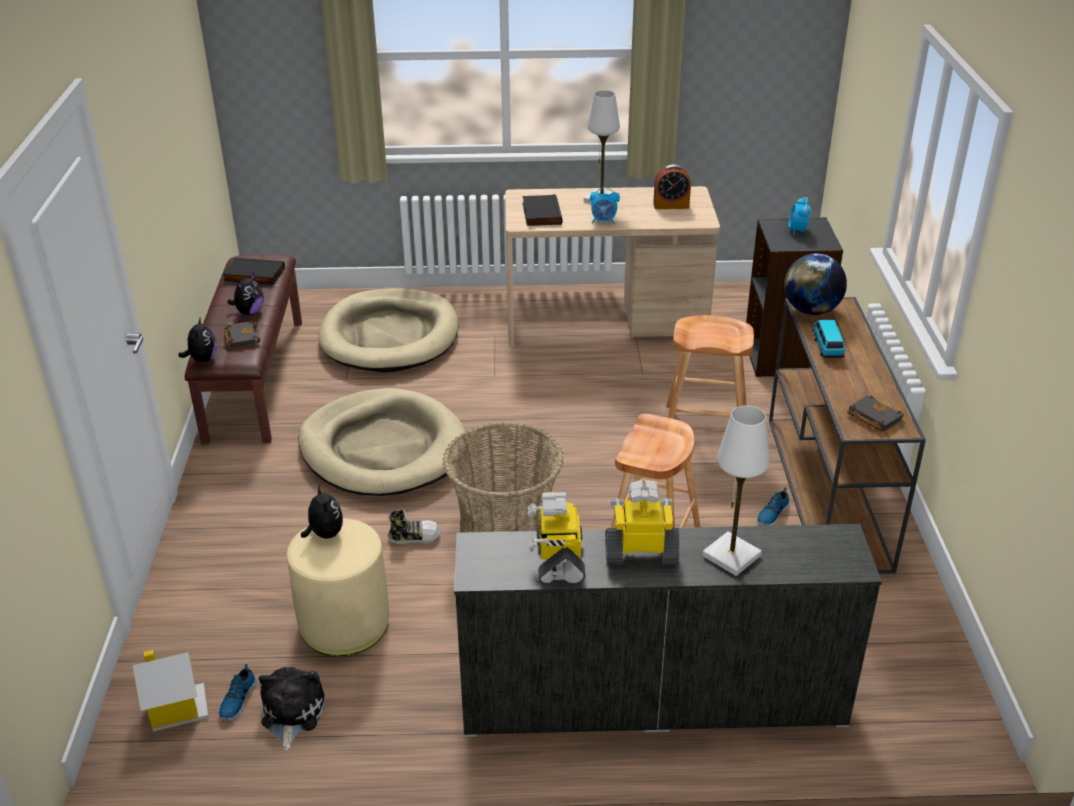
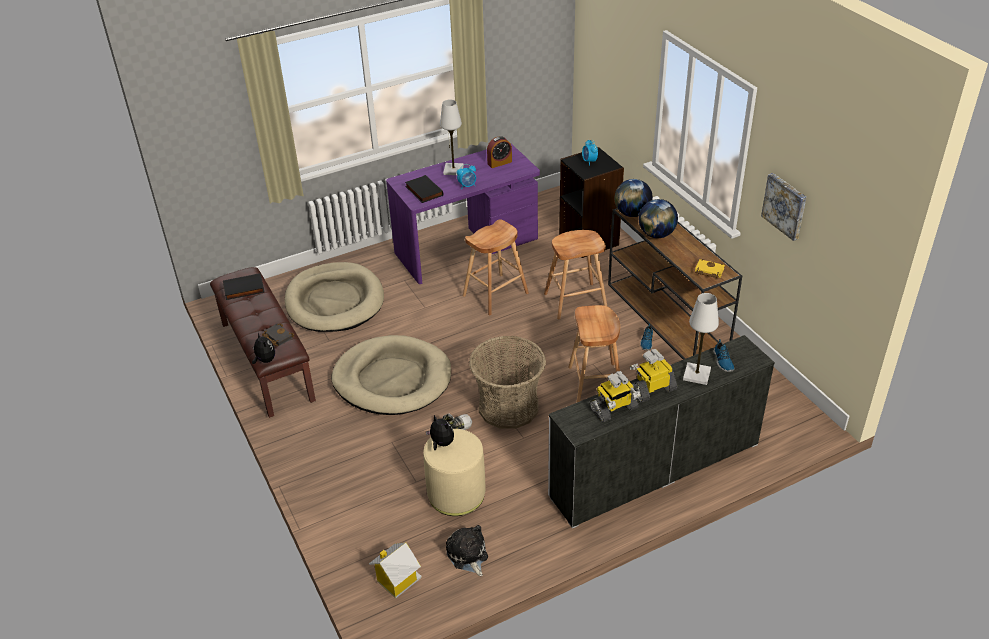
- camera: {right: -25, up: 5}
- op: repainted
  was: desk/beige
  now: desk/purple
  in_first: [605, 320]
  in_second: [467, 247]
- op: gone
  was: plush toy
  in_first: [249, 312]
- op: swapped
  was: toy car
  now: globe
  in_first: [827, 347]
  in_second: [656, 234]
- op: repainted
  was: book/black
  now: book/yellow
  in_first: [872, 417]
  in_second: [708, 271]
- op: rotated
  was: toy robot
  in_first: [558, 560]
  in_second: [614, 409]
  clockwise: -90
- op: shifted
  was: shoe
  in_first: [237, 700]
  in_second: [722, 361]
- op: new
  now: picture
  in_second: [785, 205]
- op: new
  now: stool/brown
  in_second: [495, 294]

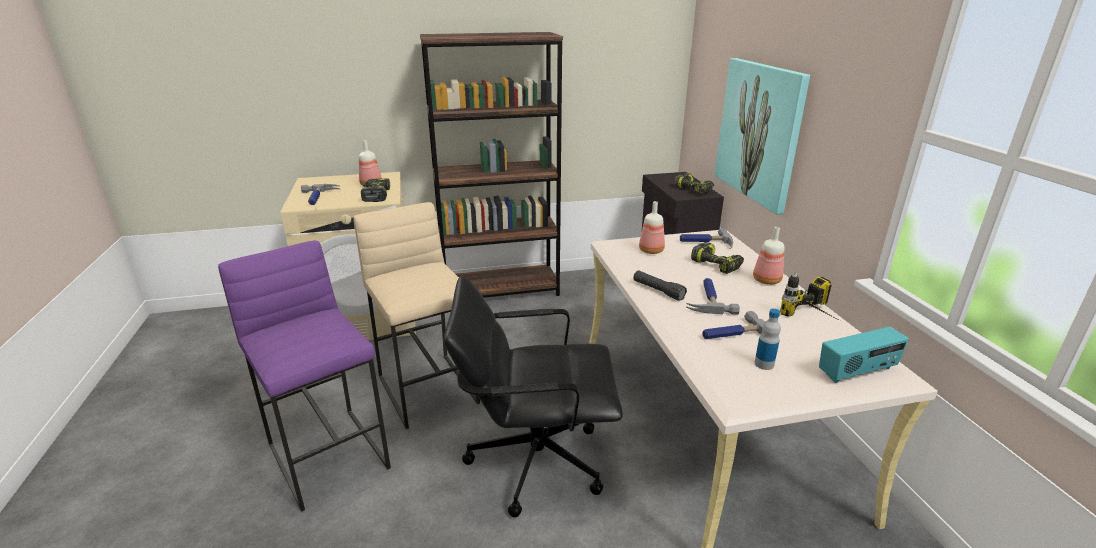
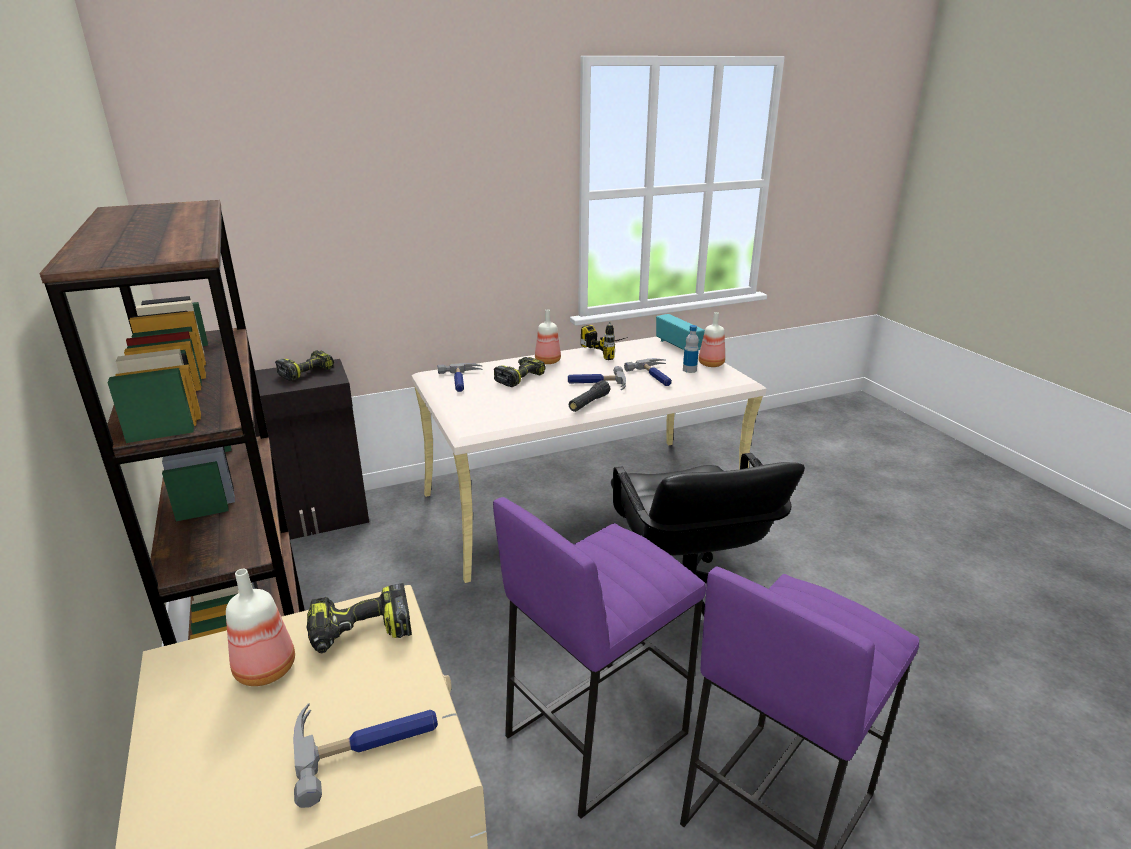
- camera: {right: -100, up: 0}
- op: gone
  was: picture
  in_first: [759, 132]
- op: shifted
  was: bottle
  in_first: [651, 250]
  in_second: [710, 364]
- op: repainted
  was: stool/beige
  now: stool/purple
  in_first: [429, 389]
  in_second: [595, 733]

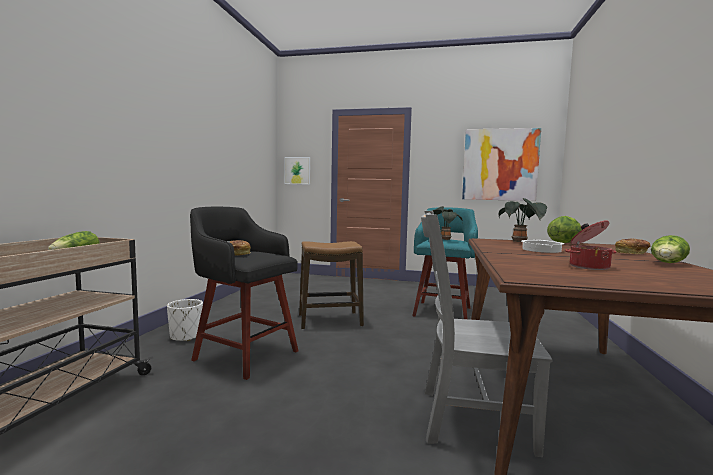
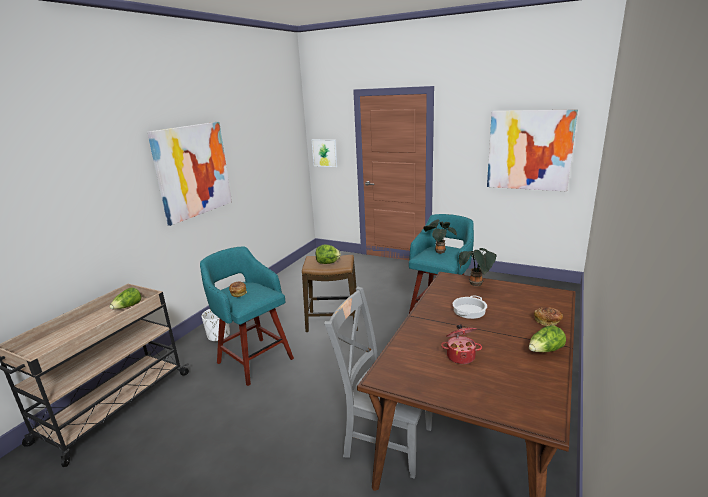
- camera: {right: 15, up: 15}
- op: repainted
  was: stool/black
  now: stool/turquoise
  in_first: [244, 354]
  in_second: [254, 359]
- op: shifted
  was: lettuce
  in_first: [564, 243]
  in_second: [328, 263]
- op: new
  now: picture
  in_second: [193, 171]

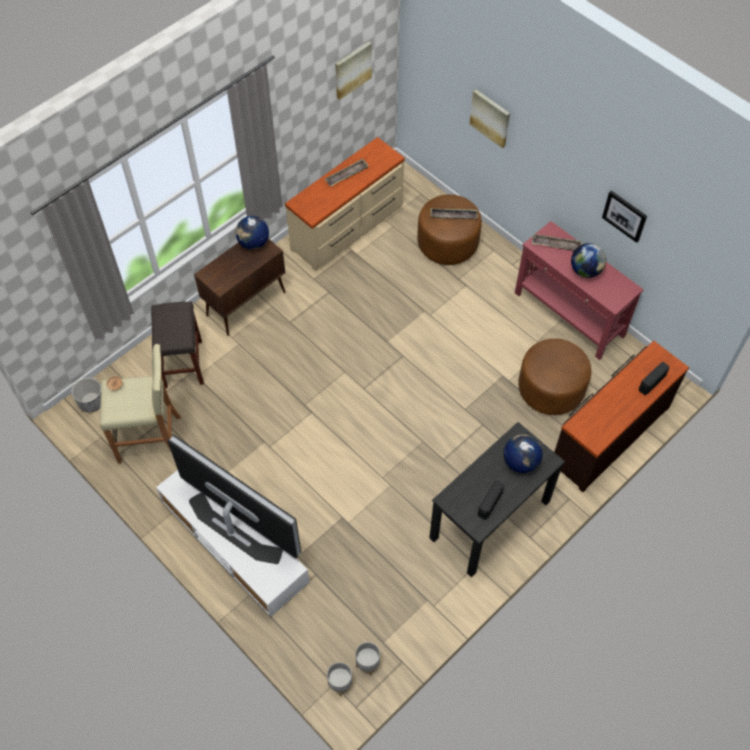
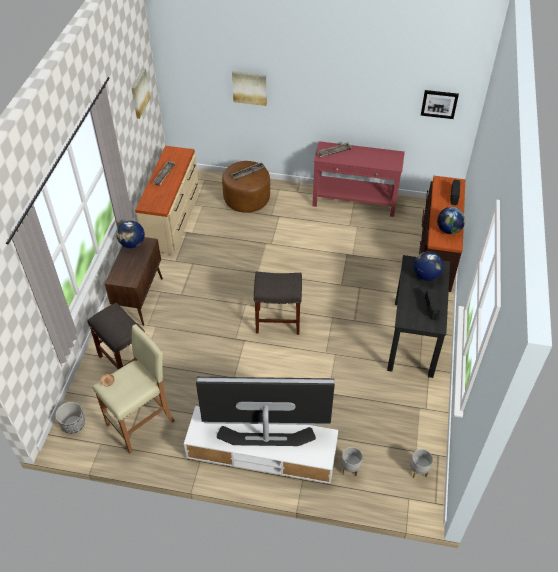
- camera: {right: -35, up: -10}
- op: shifted
  was: picture
  in_first: [625, 215]
  in_second: [439, 104]
- op: shifted
  was: globe
  in_first: [585, 270]
  in_second: [448, 230]
- op: gone
  was: ottoman/brown
  in_first: [551, 389]
- op: shifted
  was: planter/grey
  in_first: [340, 684]
  in_second: [350, 469]
- op: new
  now: stool/grey
  in_second: [277, 321]

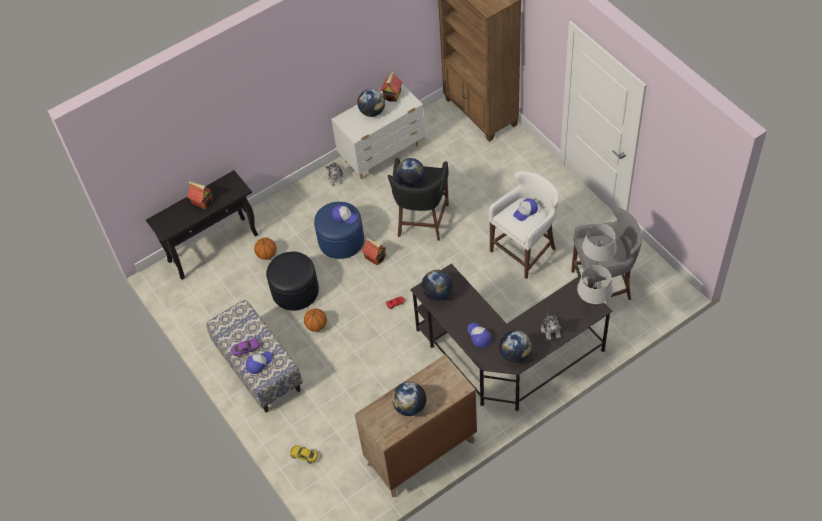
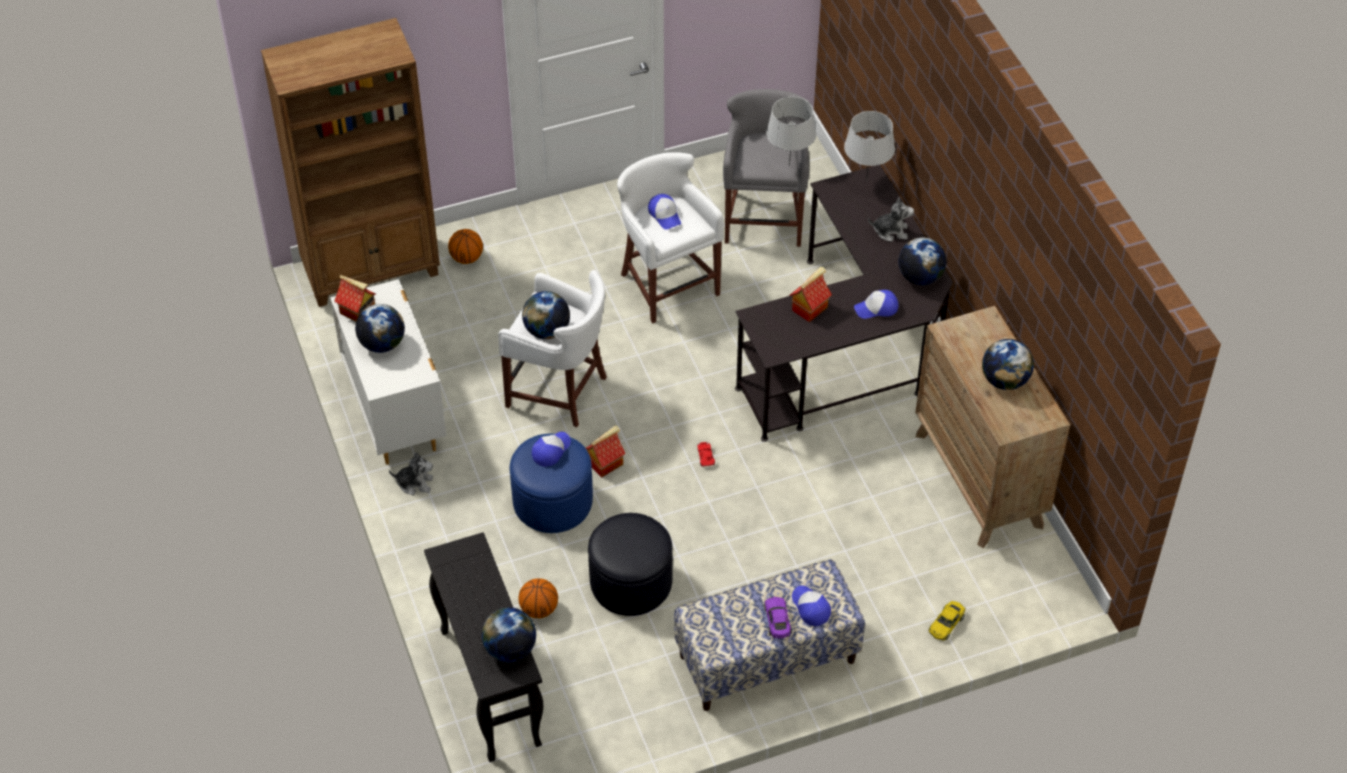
- camera: {right: -80, up: -5}
- op: repainted
  was: stool/black
  now: stool/white
  in_first: [421, 221]
  in_second: [560, 391]
- op: shifted
  was: toy house
  in_first: [202, 201]
  in_second: [809, 308]
- op: shifted
  was: globe
  in_first: [437, 293]
  in_second: [510, 649]
- op: shifted
  was: basketball
  in_first: [316, 326]
  in_second: [466, 258]

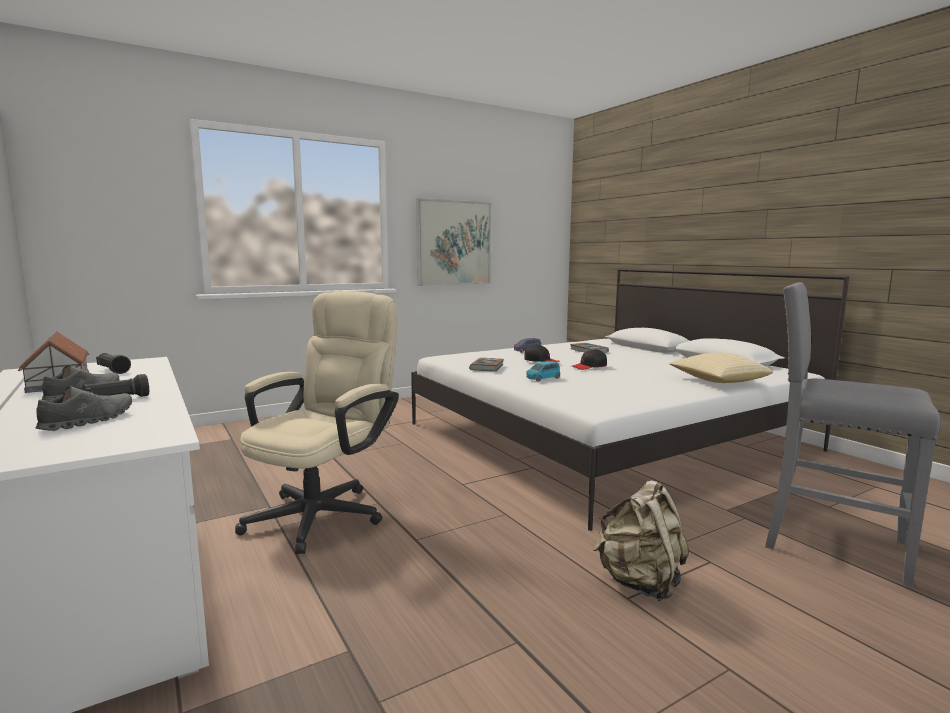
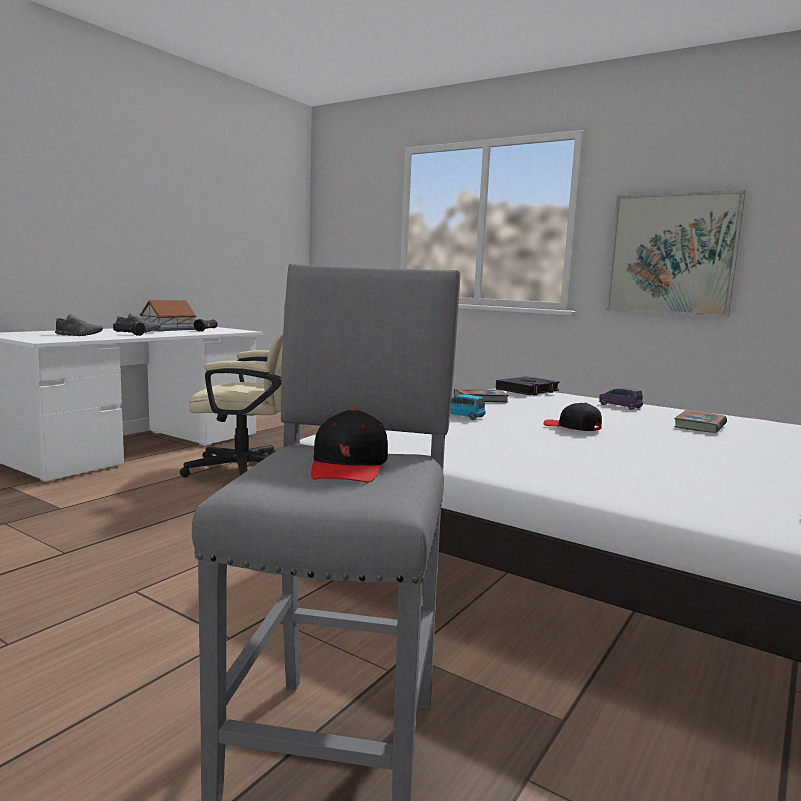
- camera: {right: 65, up: 0}
- op: shifted
  was: cap/black
  in_first: [541, 361]
  in_second: [349, 466]
- op: gone
  was: pillow
  in_first: [718, 381]
- op: gone
  was: backpack/beige
  in_first: [640, 582]
- op: new
  now: book
  in_second: [527, 390]

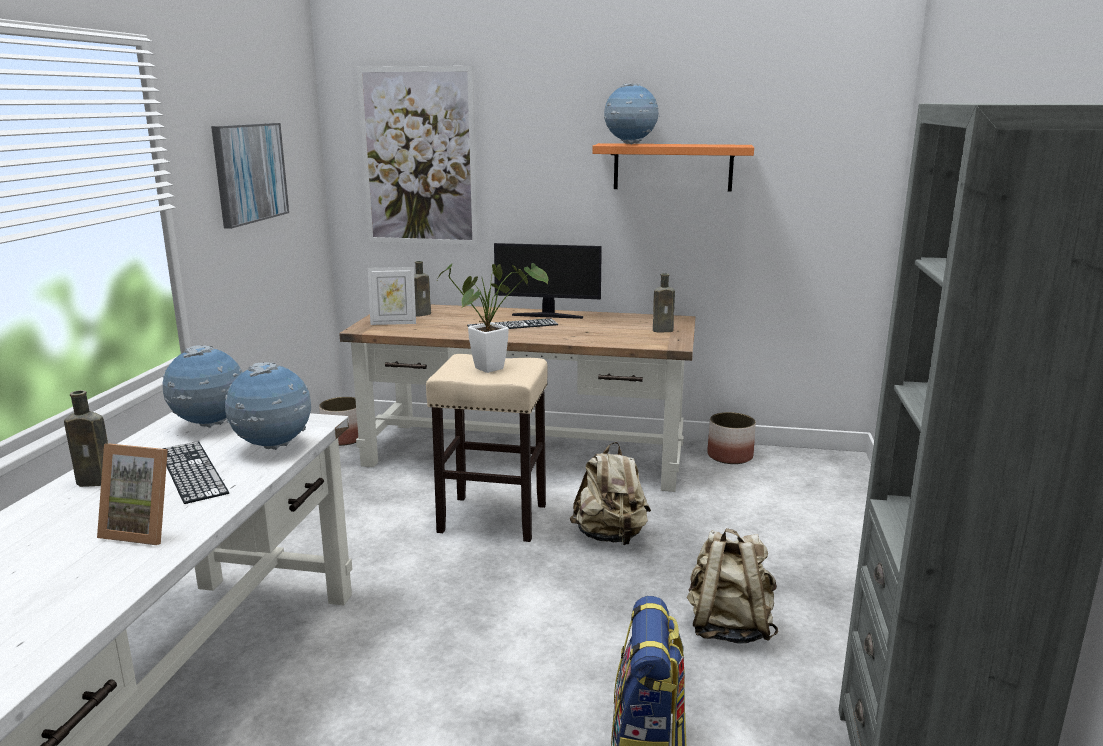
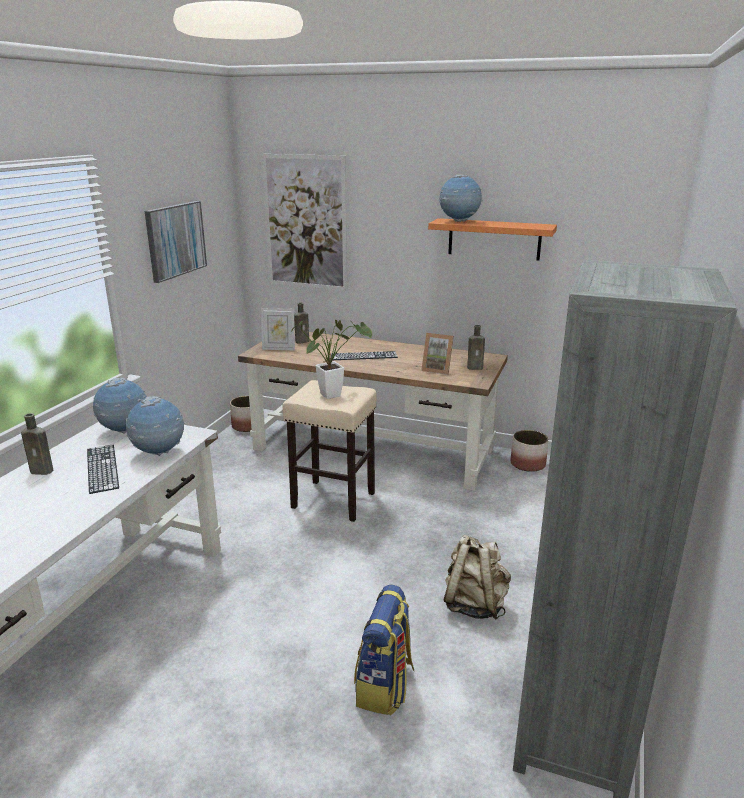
- camera: {right: 10, up: 5}
- op: gone
  was: monitor
  in_first: [547, 316]
- op: gone
  was: backpack/beige
  in_first: [610, 536]
- op: shifted
  was: picture frame
  in_first: [145, 529]
  in_second: [437, 369]

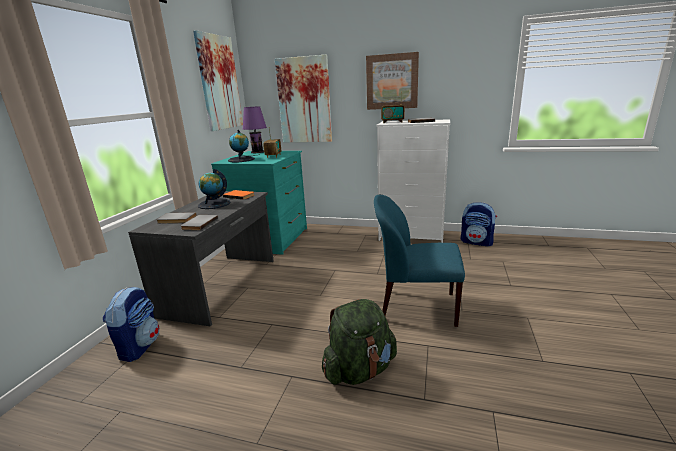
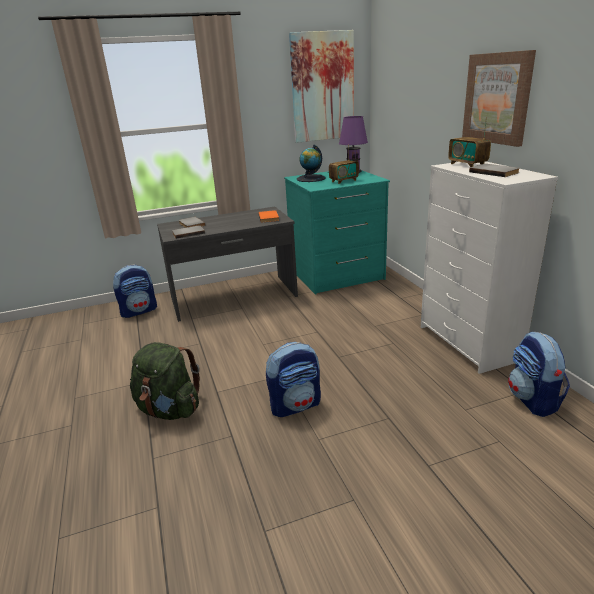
- camera: {right: 55, up: 5}
- op: gone
  was: picture
  in_first: [304, 100]
- op: gone
  was: globe
  in_first: [214, 204]
- op: swapped
  was: chair/blue
  now: backpack
  in_first: [416, 306]
  in_second: [296, 405]

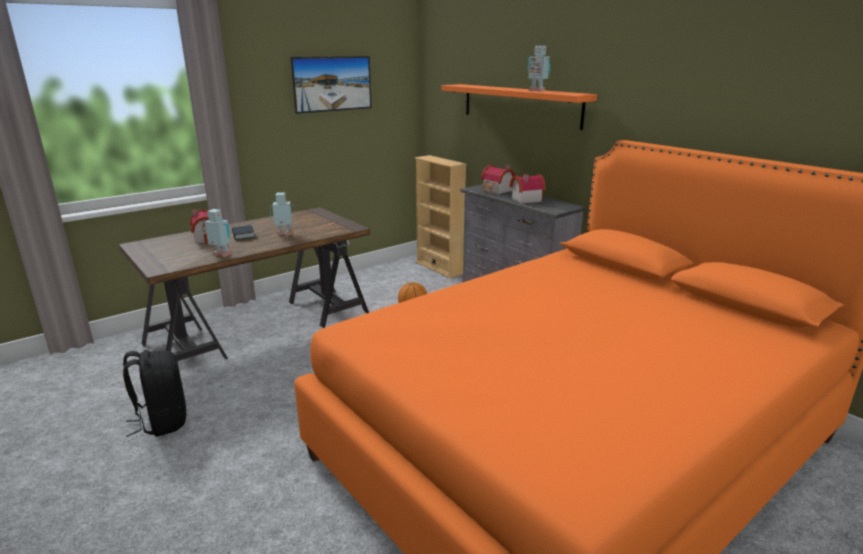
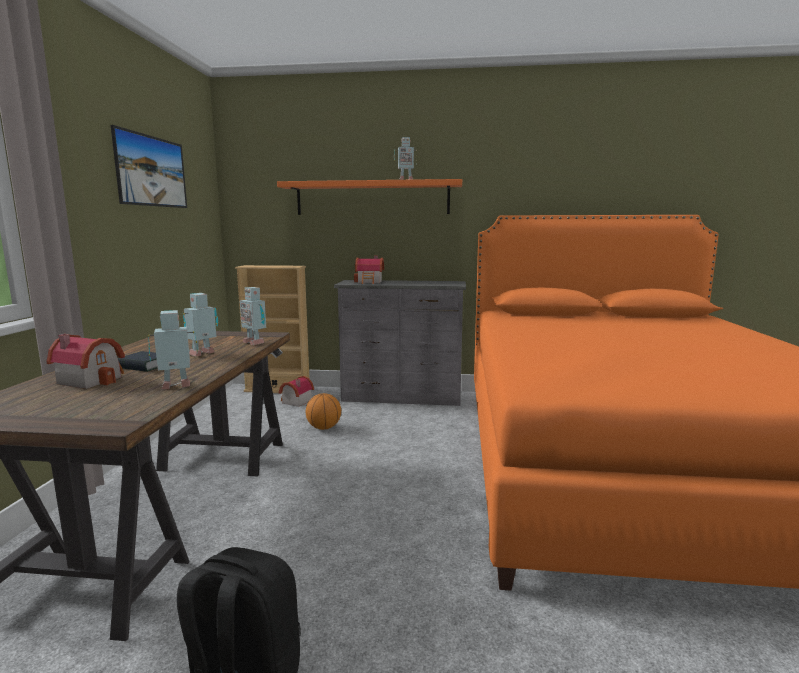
- camera: {right: -45, up: -10}
- op: shifted
  was: toy house
  in_first: [524, 199]
  in_second: [295, 401]
- op: new
  now: toy robot
  in_second: [254, 342]

